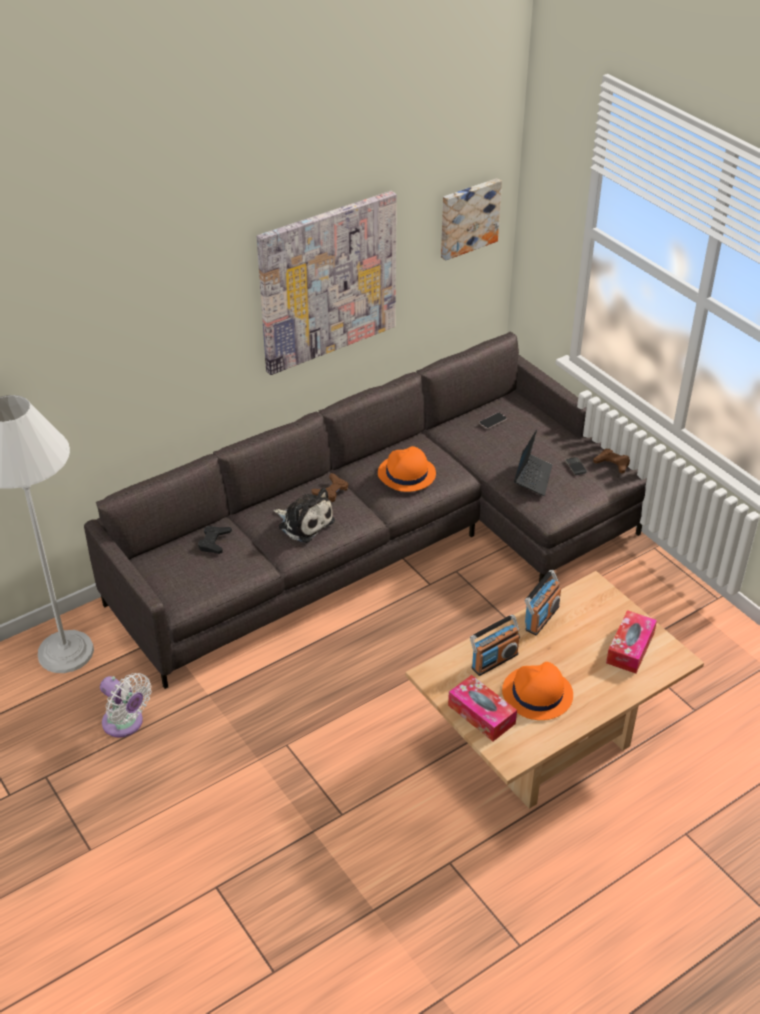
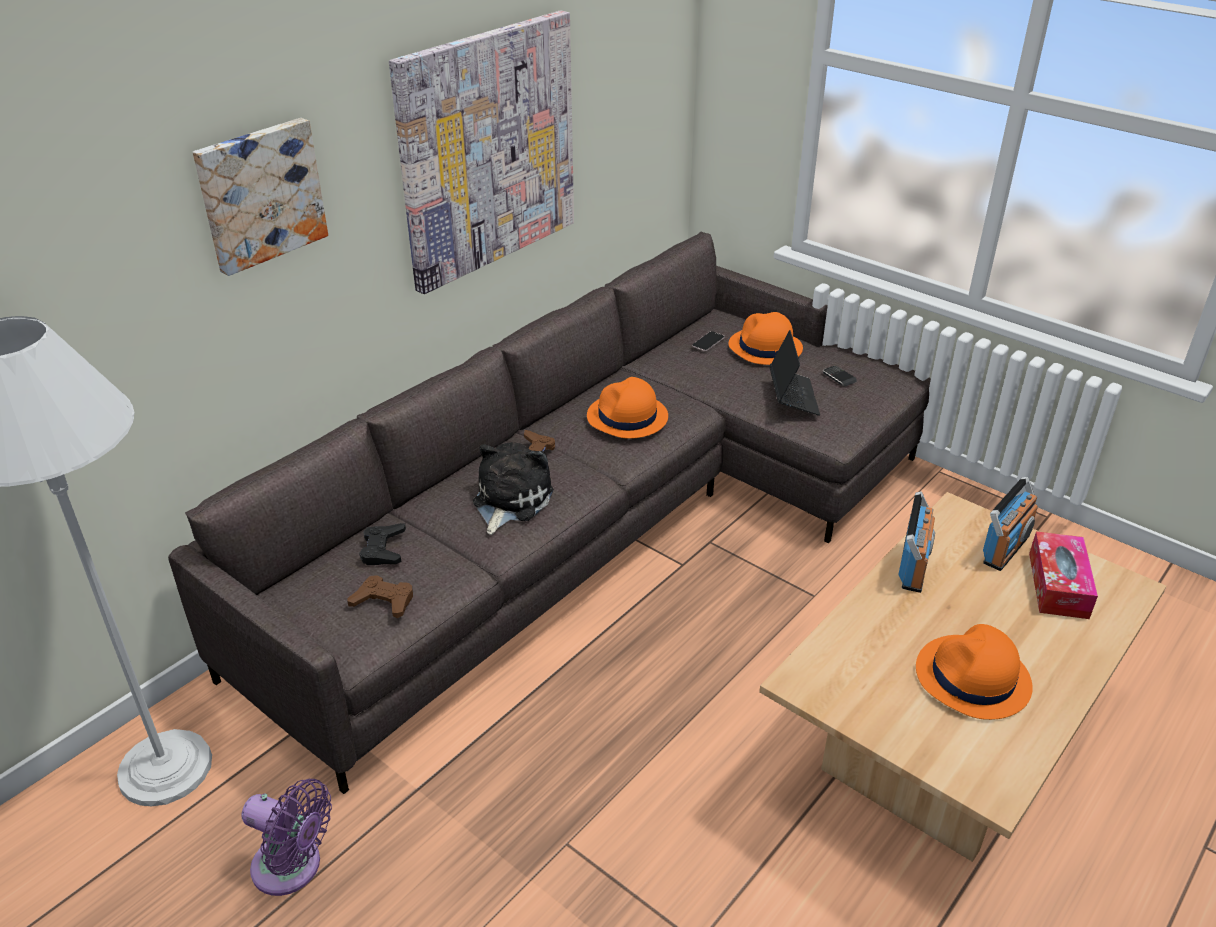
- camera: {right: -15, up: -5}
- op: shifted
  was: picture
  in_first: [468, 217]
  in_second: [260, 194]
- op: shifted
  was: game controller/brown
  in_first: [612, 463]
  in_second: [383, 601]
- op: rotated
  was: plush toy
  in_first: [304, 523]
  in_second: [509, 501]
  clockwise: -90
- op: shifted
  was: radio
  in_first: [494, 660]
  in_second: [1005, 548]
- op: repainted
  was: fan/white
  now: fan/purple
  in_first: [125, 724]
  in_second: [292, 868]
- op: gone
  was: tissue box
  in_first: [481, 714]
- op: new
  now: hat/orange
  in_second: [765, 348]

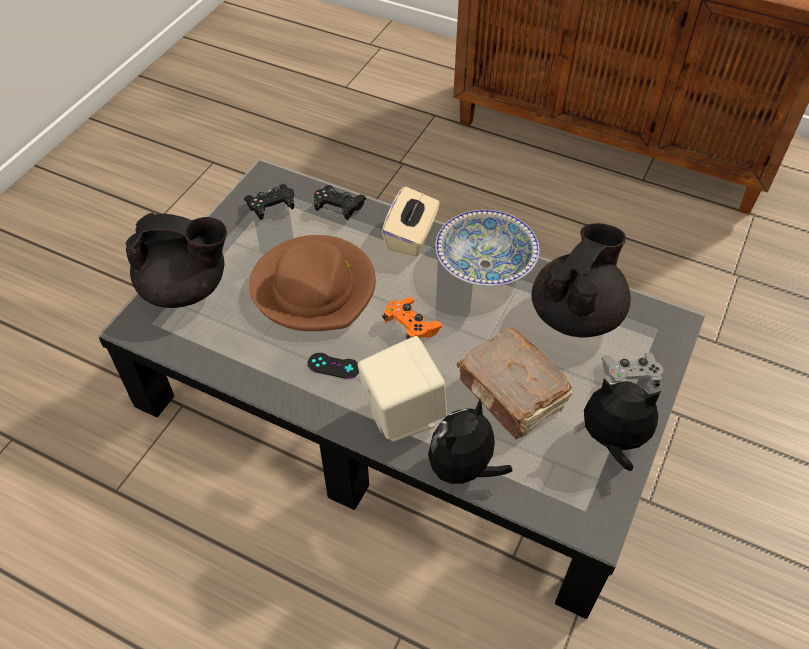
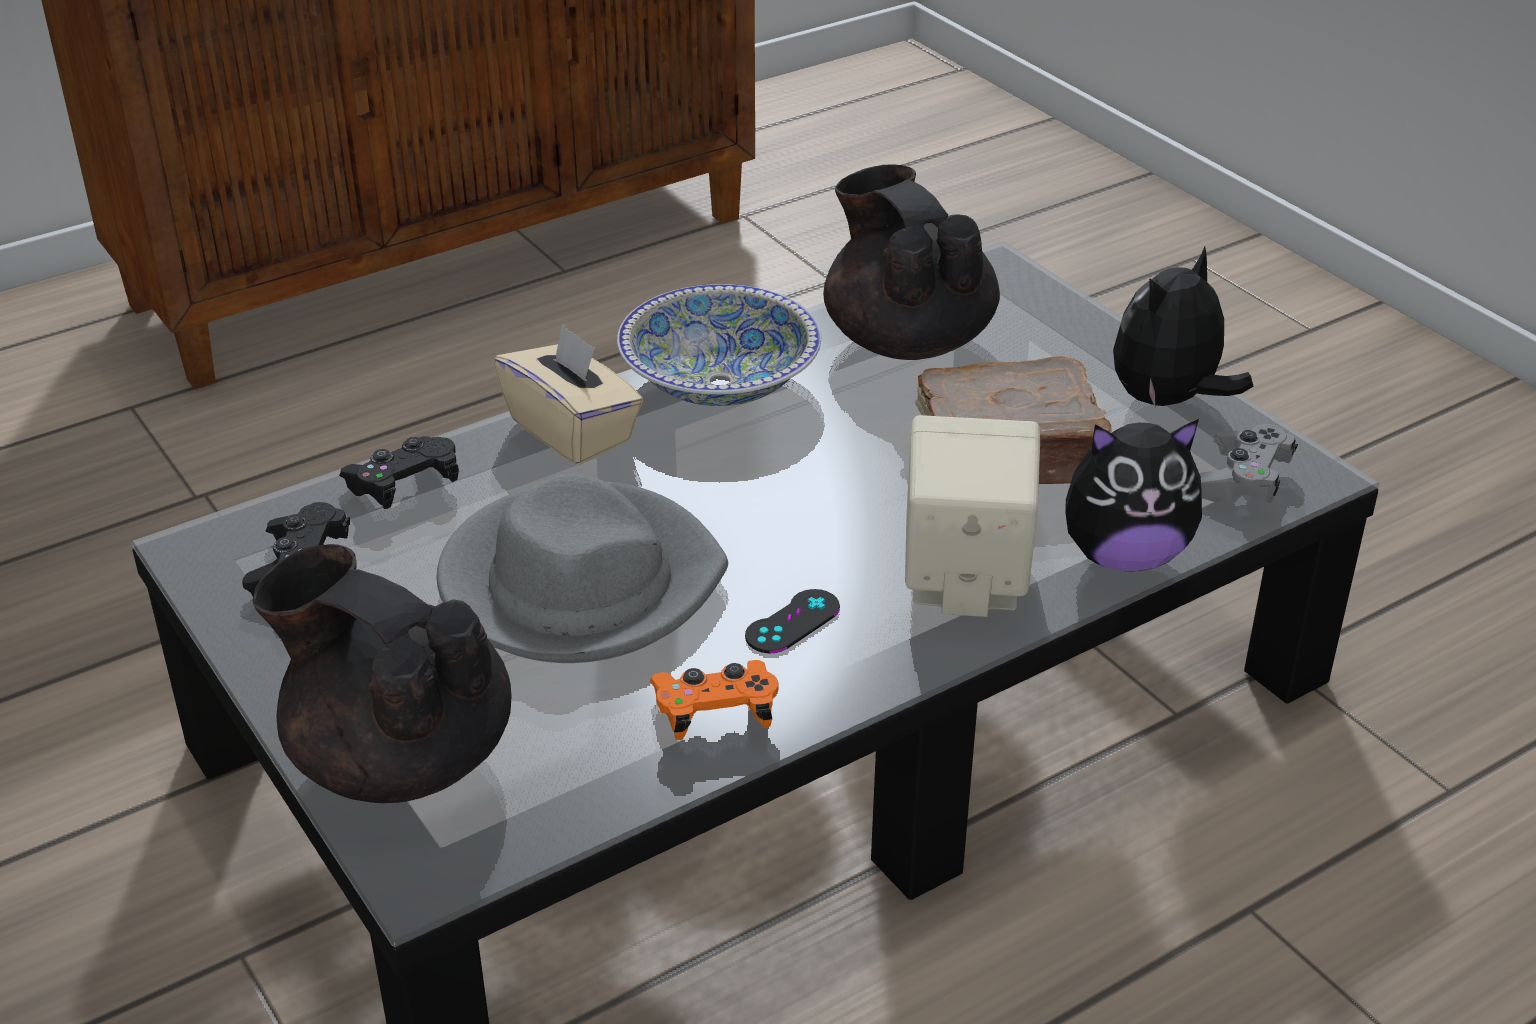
- camera: {right: -60, up: -15}
- op: rotated
  was: teapot/black
  in_first: [186, 288]
  in_second: [399, 757]
  clockwise: -90
- op: repainted
  was: hat/brown
  now: hat/grey
  in_first: [315, 287]
  in_second: [579, 582]
- op: shifted
  was: game controller/orange
  in_first: [411, 326]
  in_second: [715, 714]
- op: shifted
  was: game controller/grey
  in_first: [629, 376]
  in_second: [1242, 481]
- op: rotated
  was: plush toy
  in_first: [463, 469]
  in_second: [1124, 556]
  clockwise: -75

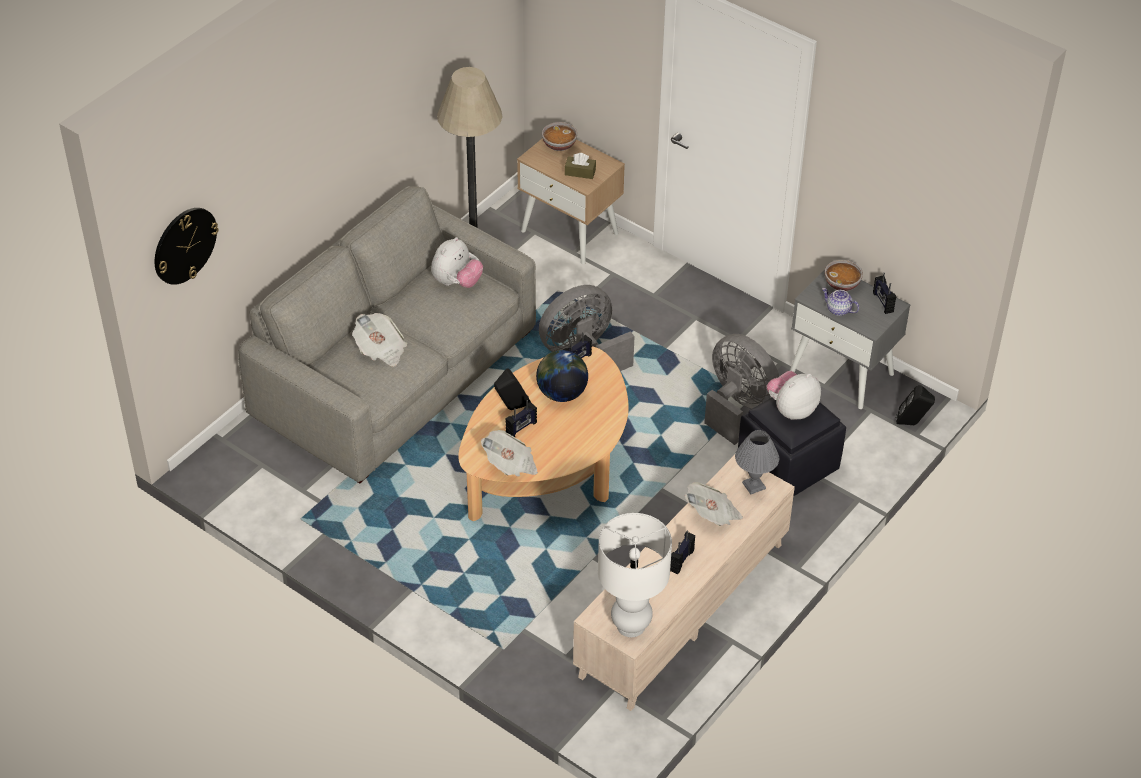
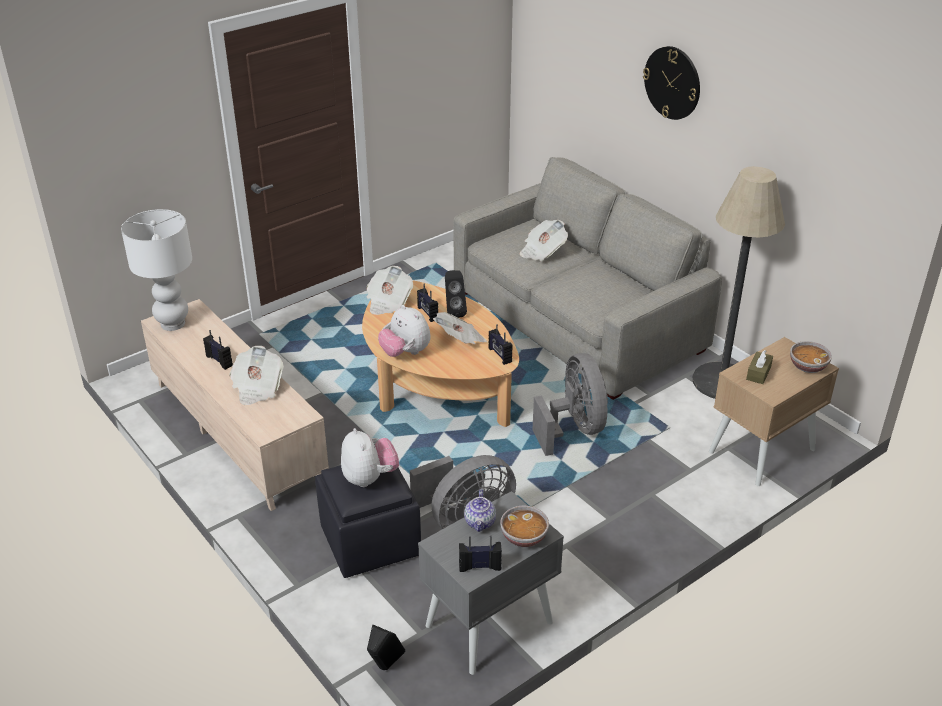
- camera: {right: 105, up: -10}
- op: shifted
  was: wall clock
  in_first: [184, 245]
  in_second: [672, 82]
- op: shifted
  was: plush toy
  in_first: [456, 282]
  in_second: [405, 352]
- op: rotated
  was: teapot
  in_first: [838, 310]
  in_second: [480, 522]
  clockwise: 135
- op: swapped
  was: globe
  now: newspaper
  in_first: [561, 393]
  in_second: [460, 340]
- op: gone
  was: table lamp/grey
  in_first: [753, 486]

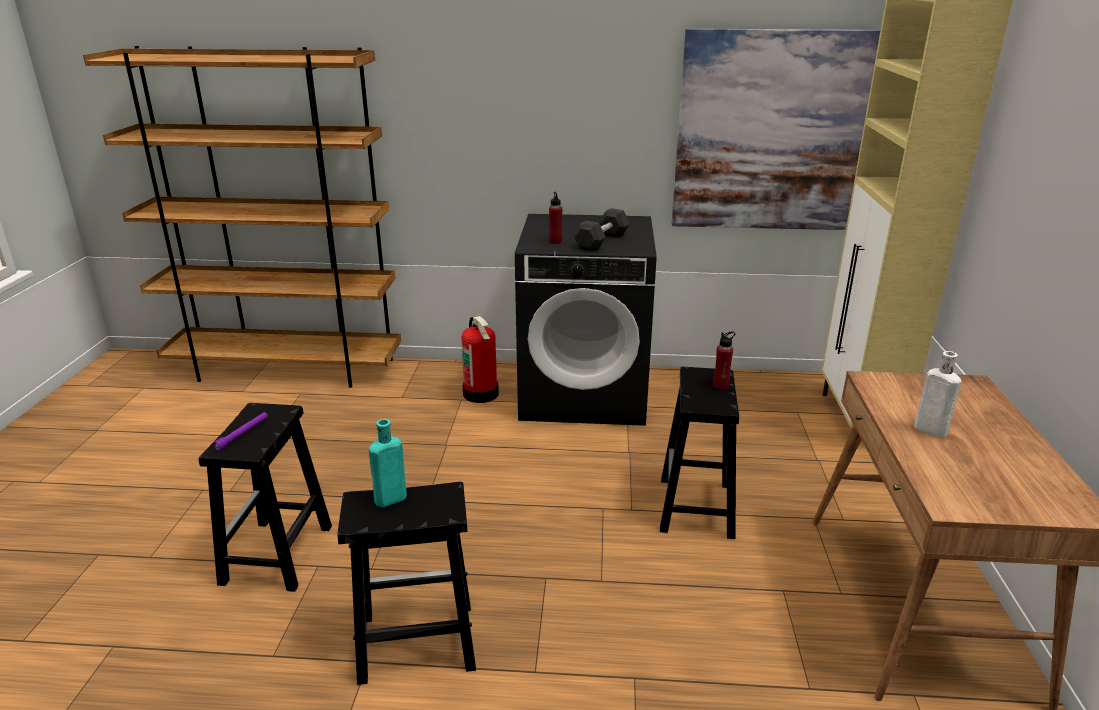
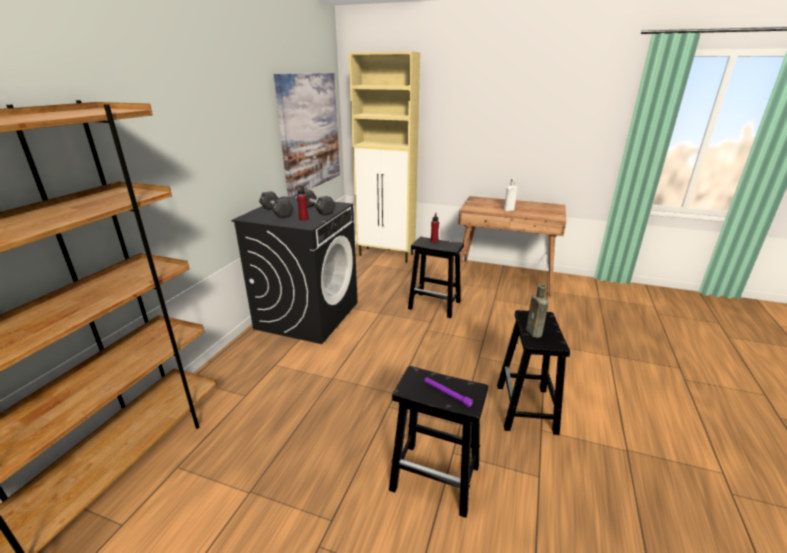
- camera: {right: -75, up: 0}
- op: gone
  was: fire extinguisher
  in_first: [481, 394]
- op: repainted
  was: bottle/turquoise
  now: bottle/brown
  in_first: [388, 500]
  in_second: [534, 333]
- op: new
  now: dumbbell/black
  in_second: [277, 212]

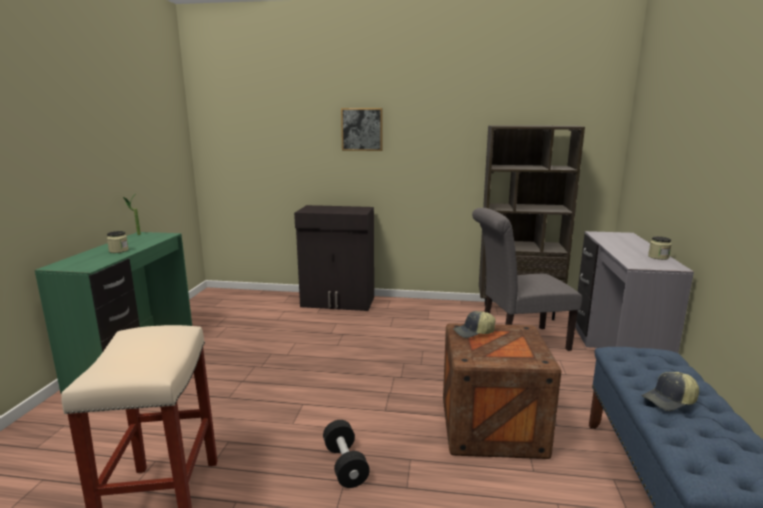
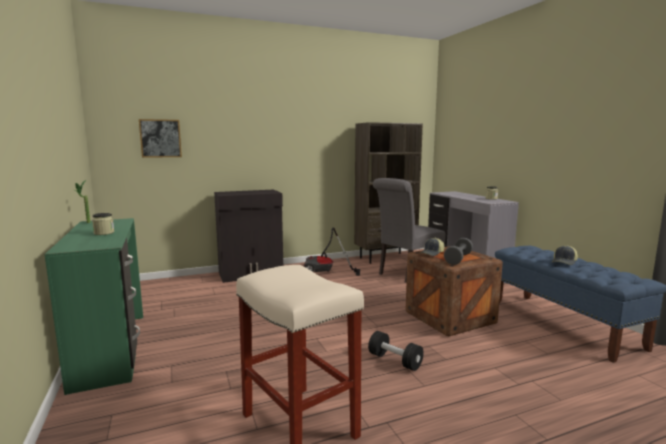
- camera: {right: -30, up: -5}
- op: shifted
  was: picture
  in_first: [362, 129]
  in_second: [160, 138]
- op: new
  now: vacuum cleaner
  in_second: [326, 272]
- op: new
  now: dumbbell/grey
  in_second: [458, 259]

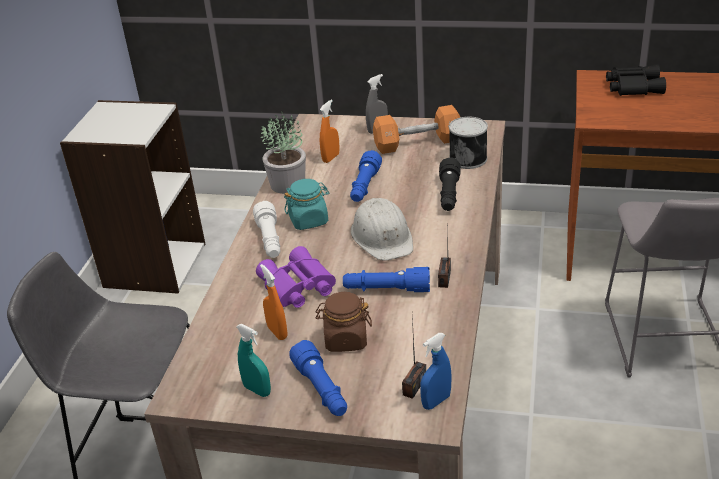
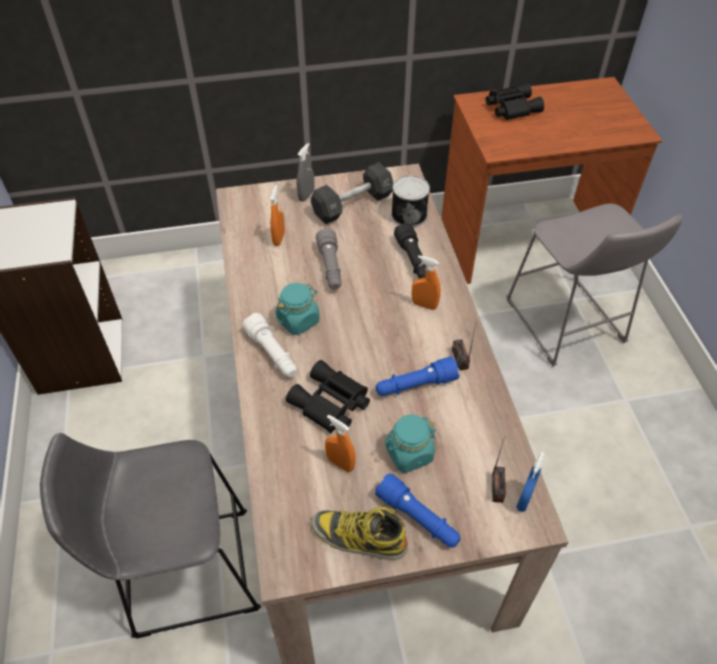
- camera: {right: -25, up: 15}
- op: repainted
  was: dumbbell/orange
  now: dumbbell/black
  in_first: [417, 143]
  in_second: [352, 205]
- op: gone
  was: potted plant
  in_first: [288, 184]
- op: repainted
  was: flashlight/blue
  now: flashlight/grey
  in_first: [364, 186]
  in_second: [330, 267]
- op: gone
  was: hard hat/white
  in_first: [382, 237]
- op: repainted
  was: binoculars/purple
  now: binoculars/black
  in_first: [297, 287]
  in_second: [330, 404]
- op: repainted
  was: jar/brown
  now: jar/turquoise
  in_first: [345, 339]
  in_second: [409, 453]
- op: swapped
  was: spray bottle/turquoise
  now: boot
  in_first: [257, 390]
  in_second: [358, 537]
- op: new
  now: spray bottle/orange
  in_second: [424, 305]

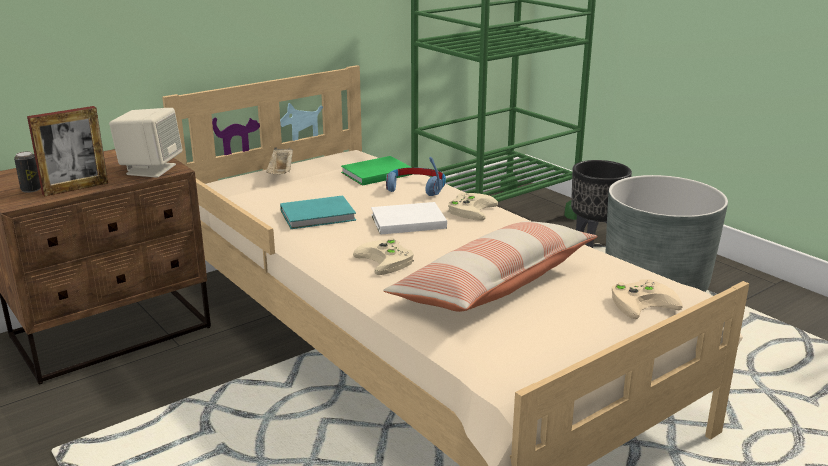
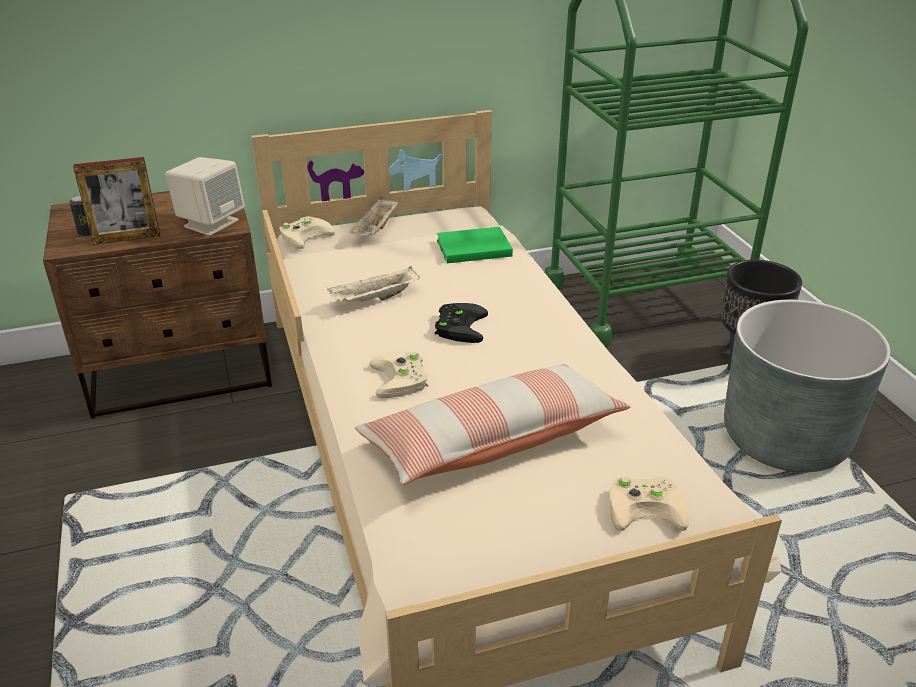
- camera: {right: 20, up: 10}
- op: gone
  was: headphones/blue
  in_first: [416, 188]
- op: shifted
  was: game controller/beige
  in_first: [470, 209]
  in_second: [305, 234]
- op: swapped
  was: book/turquoise
  now: tray/beige
  in_first: [320, 215]
  in_second: [374, 299]
- op: swapped
  was: book/white
  now: game controller/black
  in_first: [406, 221]
  in_second: [459, 325]

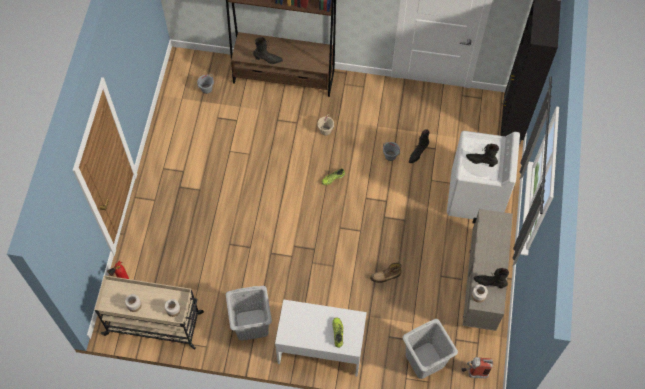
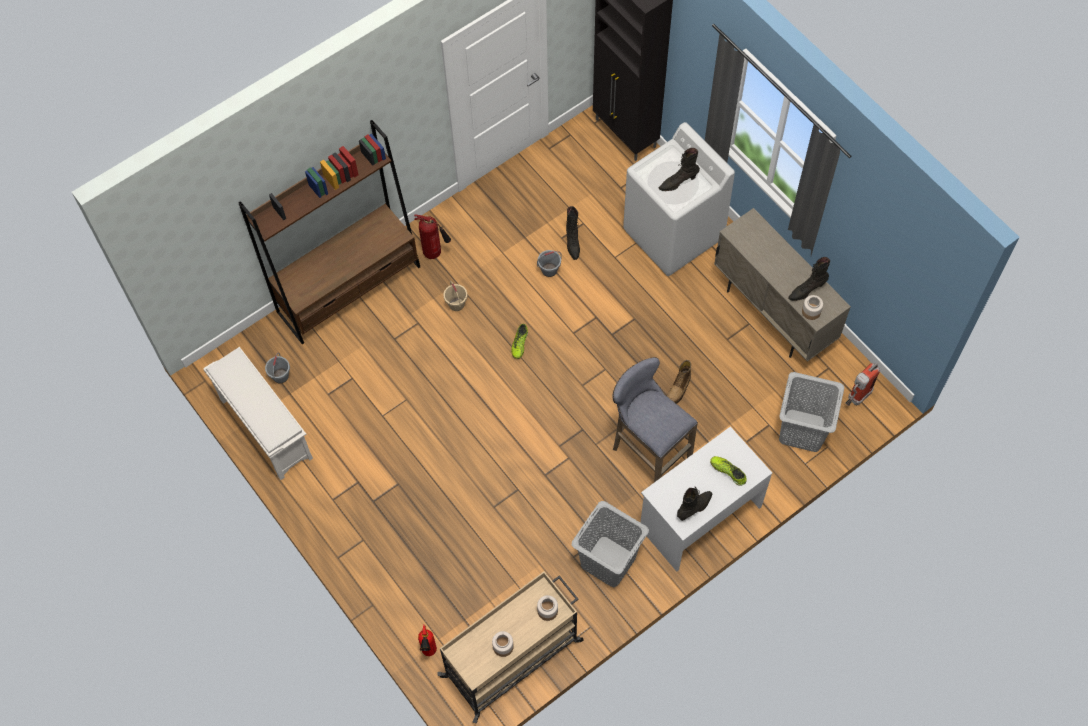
- camera: {right: -45, up: 0}
- op: shifted
  was: boot/black
  in_first: [268, 60]
  in_second: [694, 508]
- op: new
  now: fire extinguisher
  in_second: [434, 253]
- op: new
  now: shoe rack/white
  in_second: [264, 428]
- op: new
  now: stool/grey
  in_second: [648, 452]

